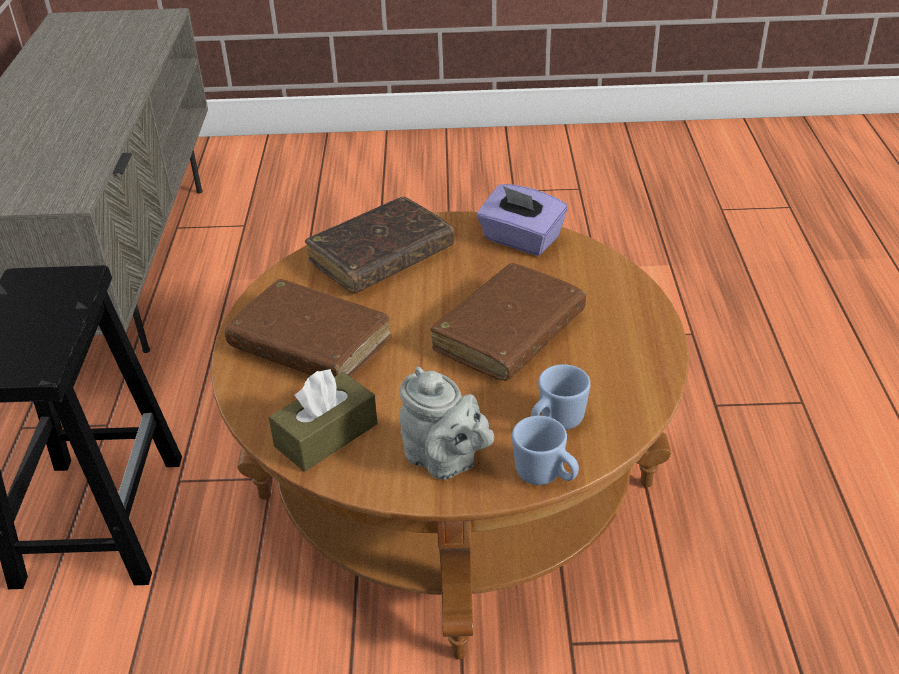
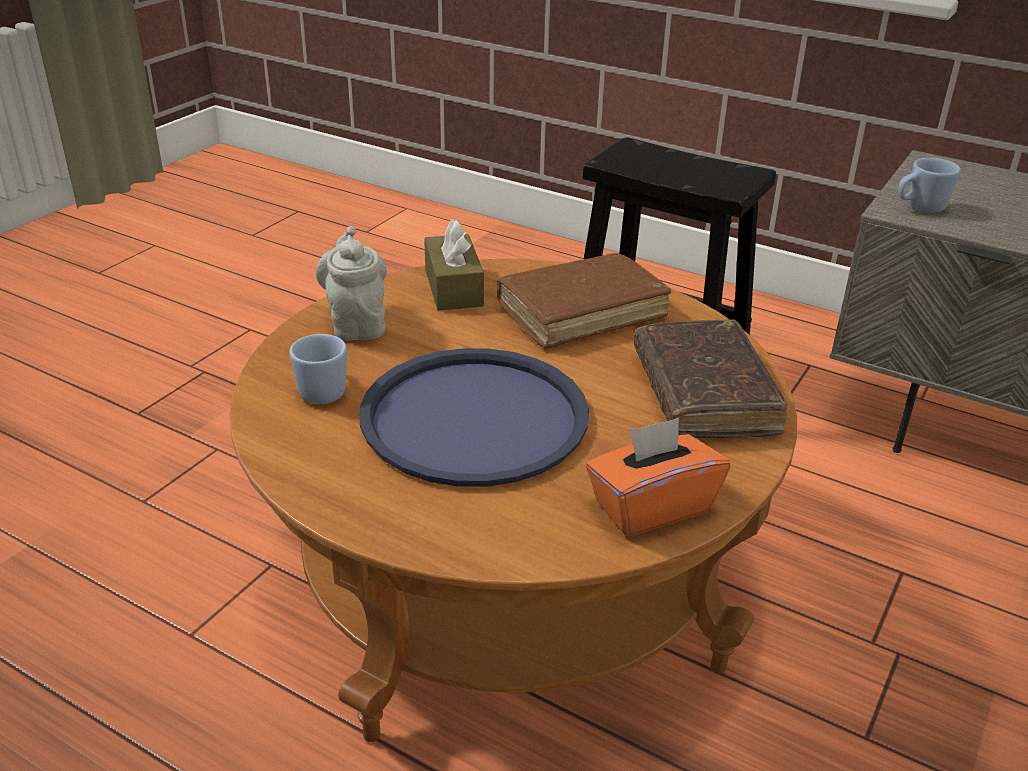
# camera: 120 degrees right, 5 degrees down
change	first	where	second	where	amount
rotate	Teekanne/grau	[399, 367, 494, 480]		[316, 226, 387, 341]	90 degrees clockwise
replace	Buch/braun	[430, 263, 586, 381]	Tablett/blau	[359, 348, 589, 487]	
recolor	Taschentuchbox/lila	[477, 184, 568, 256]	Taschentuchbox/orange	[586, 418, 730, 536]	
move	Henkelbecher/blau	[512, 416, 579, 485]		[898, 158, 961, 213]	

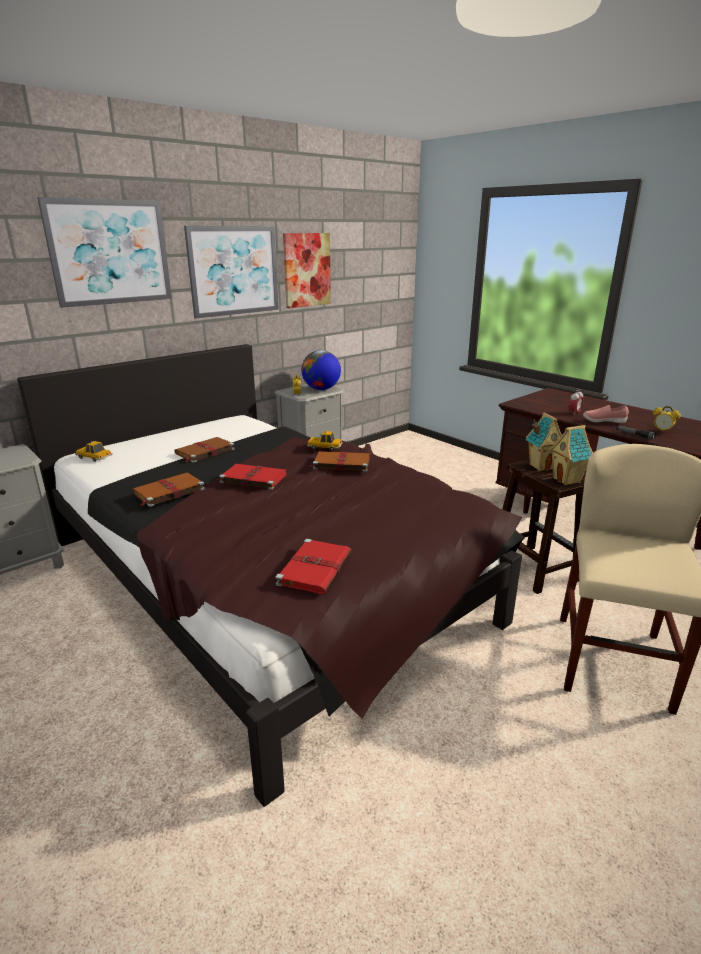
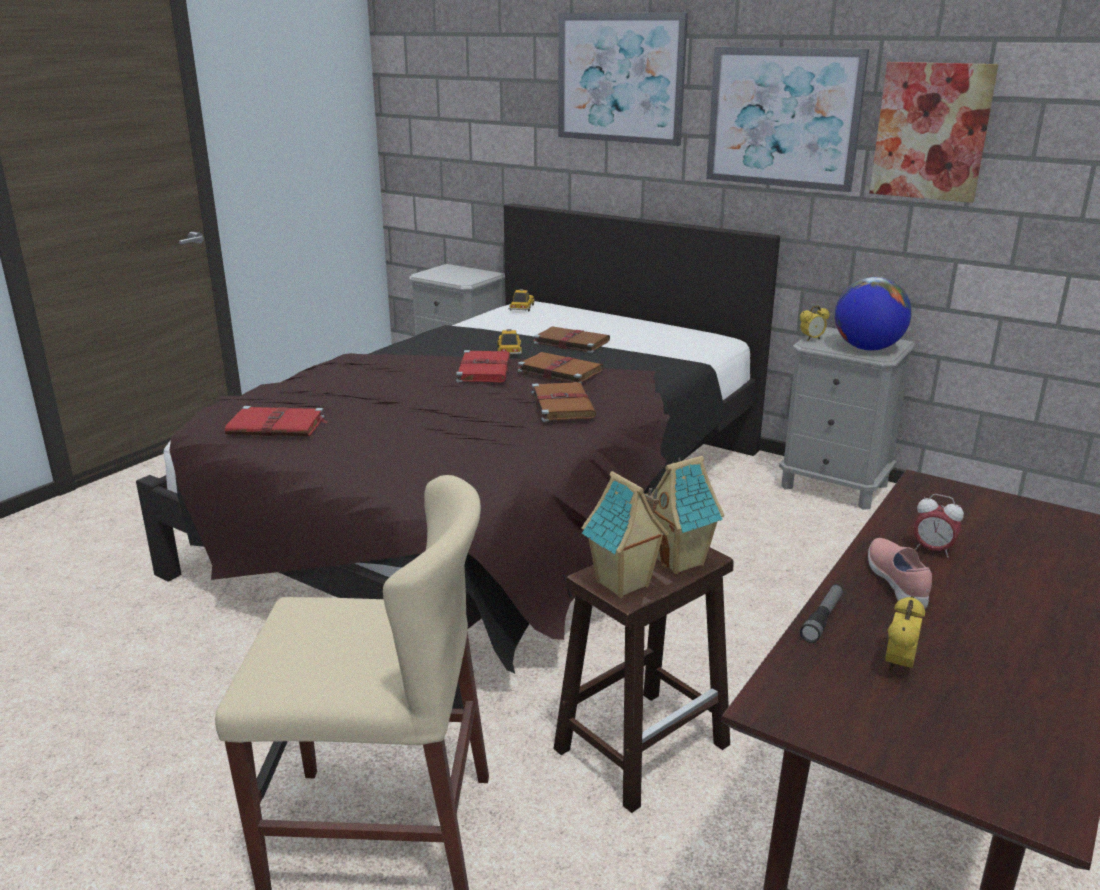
# camera: 75 degrees right, 0 degrees up
change	first	where	second	where	amount
move	Buch/braun	[132, 473, 205, 507]		[518, 352, 604, 384]	
move	Spielzeugauto	[307, 431, 343, 451]		[497, 329, 522, 355]	

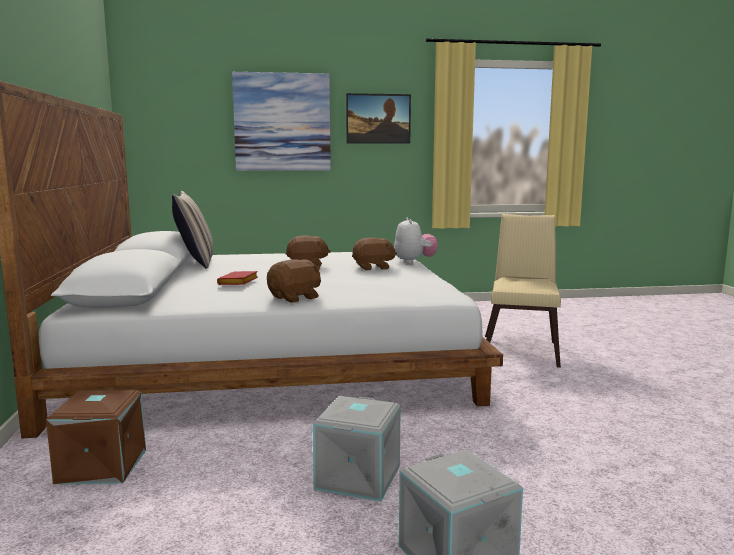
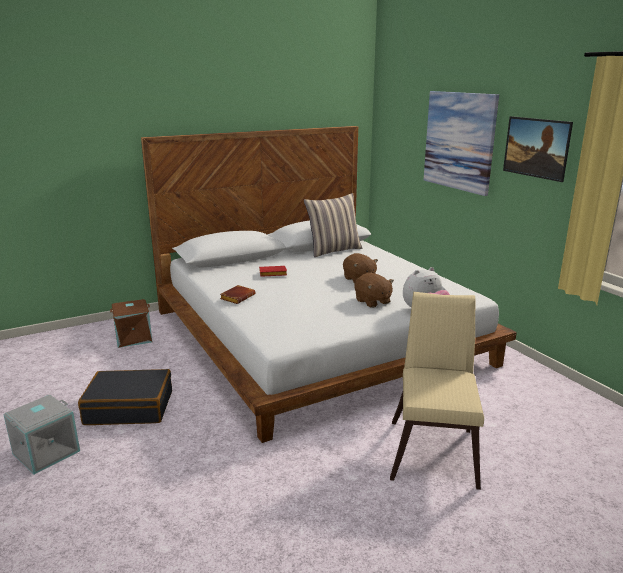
# camera: 70 degrees right, 10 degrees up
change	first	where	second	where	amount
replace	Plüschtier/braun	[267, 259, 321, 303]	Buch/braun	[220, 285, 255, 304]	
replace	Aufbewahrungsbox/grau	[312, 396, 401, 501]	Koffer/schwarz	[78, 369, 172, 425]	
rotate	Stuhl/beige	[485, 214, 561, 368]		[390, 292, 484, 490]	75 degrees counterclockwise

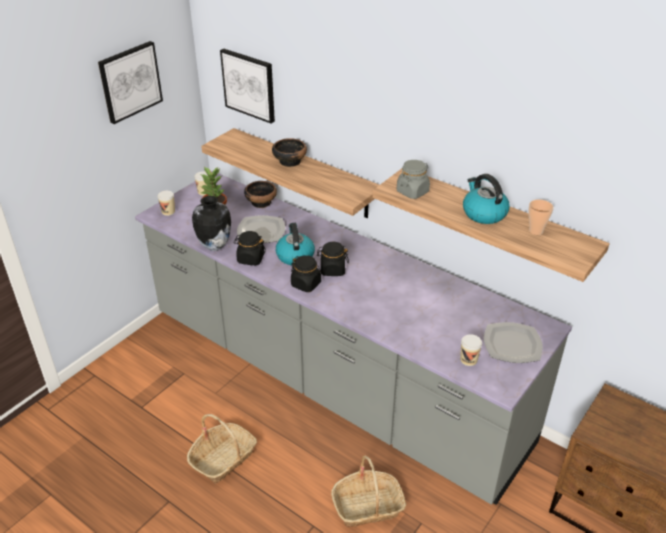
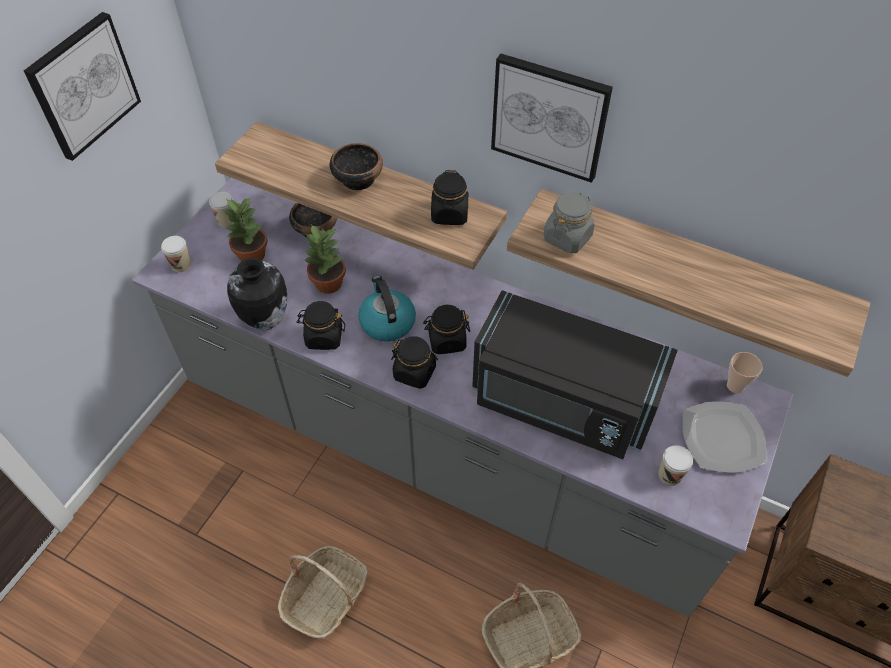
# camera: 10 degrees left, 15 degrees up
change	first	where	second	where	amount
move	Bild	[220, 49, 275, 123]		[491, 54, 613, 183]	
replace	Teller	[237, 215, 285, 243]	Topfpflanze	[304, 224, 346, 294]	
delete	Wasserkessel	[463, 174, 510, 224]			
move	Tasse	[528, 199, 554, 235]		[727, 352, 763, 393]	
insert			Vorratsglas/schwarz	[431, 170, 469, 225]	
insert			Mikrowelle/schwarz	[472, 290, 677, 459]	

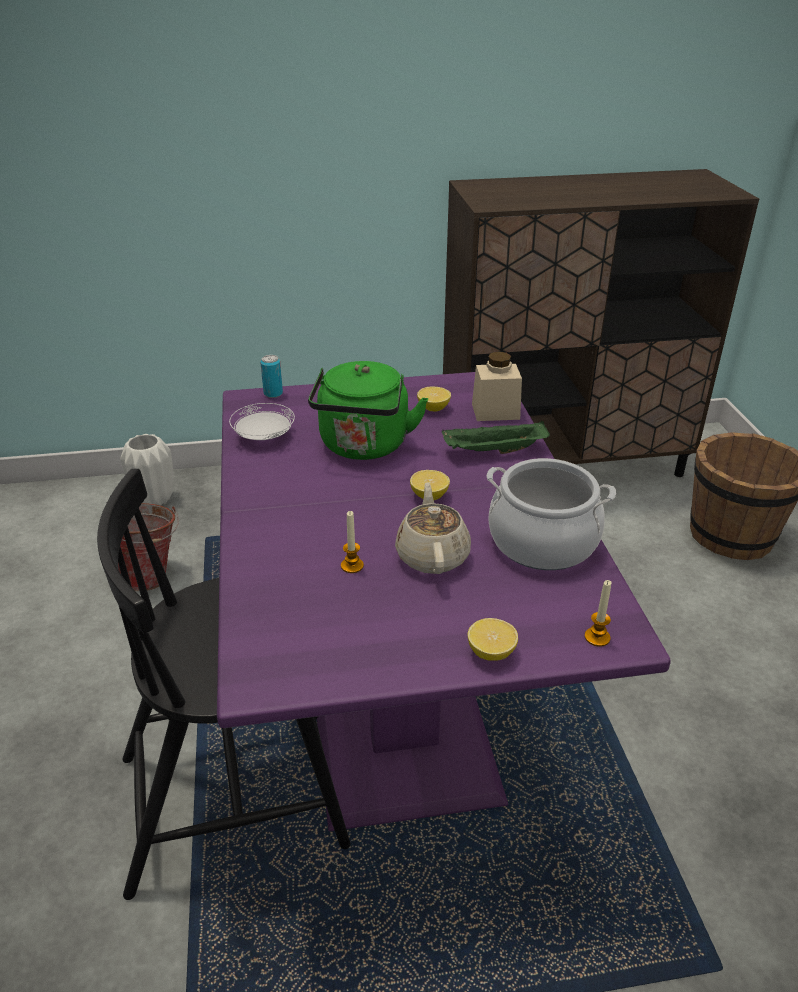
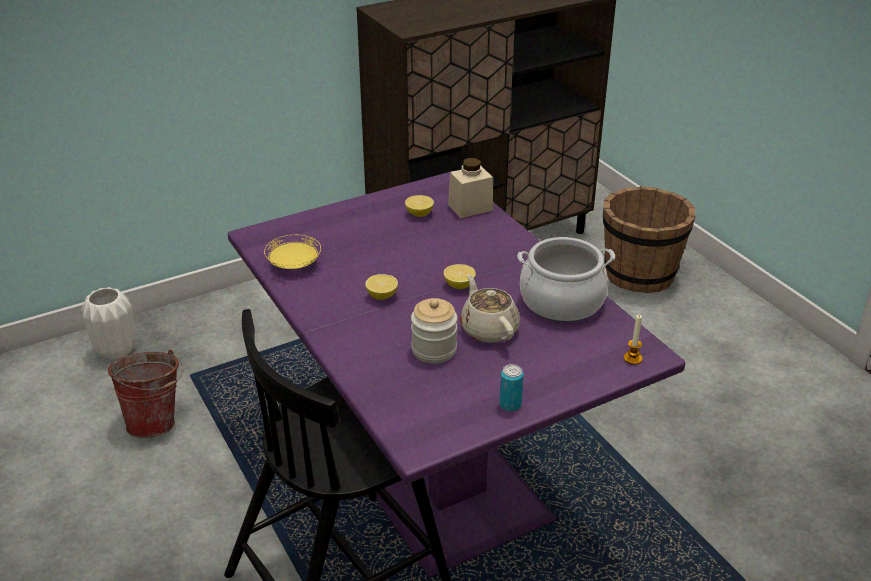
# camera: 20 degrees left, 0 degrees up
change	first	where	second	where	amount
recolor	Teller/weiß	[229, 403, 295, 440]	Teller/gelb	[264, 235, 321, 269]	
move	Dose	[260, 355, 283, 398]		[500, 364, 524, 412]	
delete	Wasserkessel/grün	[308, 361, 428, 460]			
replace	Kerze	[341, 511, 364, 573]	Vorratsglas	[411, 298, 458, 363]	
delete	Tablett/grün	[442, 421, 550, 454]			
move	Zitrone	[468, 618, 518, 661]		[365, 274, 398, 300]	

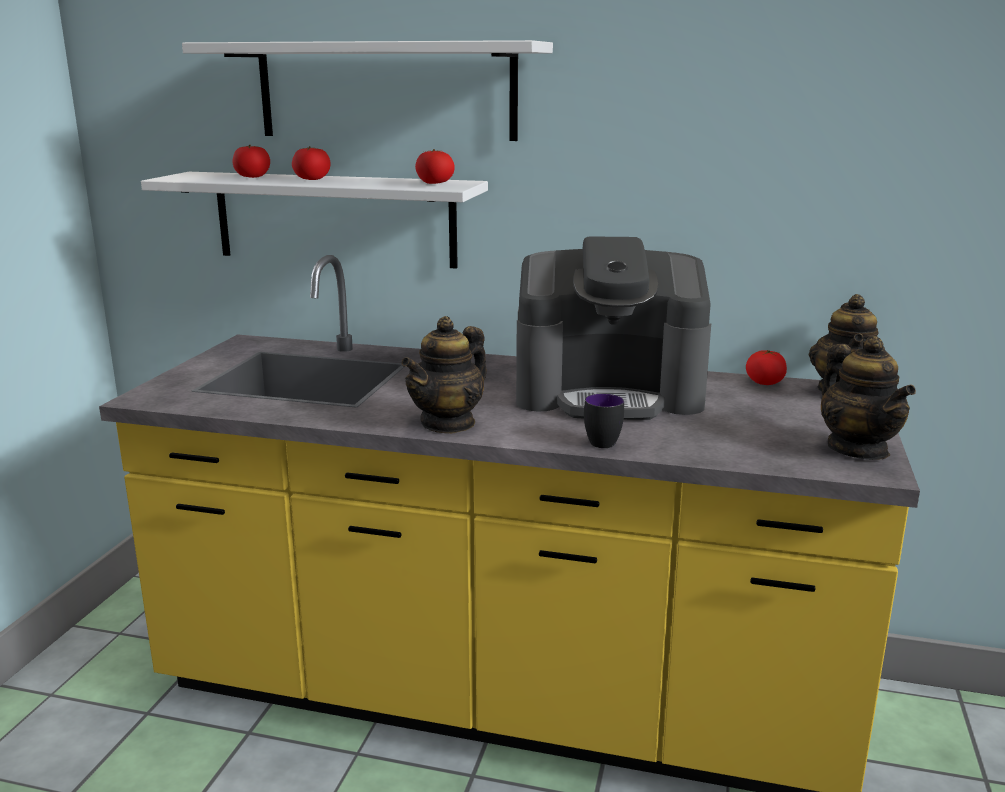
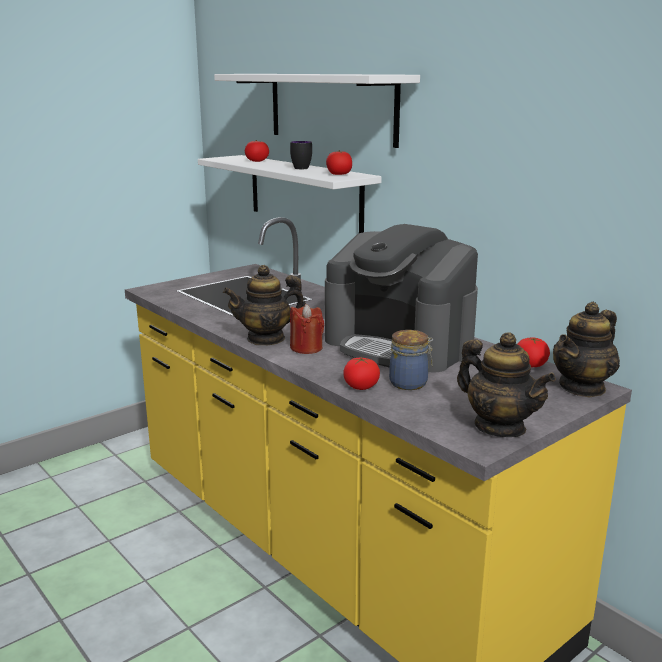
# camera: 35 degrees right, 0 degrees up
change	first	where	second	where	amount
move	Tomate	[292, 146, 330, 180]		[343, 357, 380, 390]	
move	Henkelbecher	[584, 394, 624, 448]		[290, 141, 312, 169]	
rotate	Teekanne	[821, 336, 916, 460]		[457, 332, 556, 437]	60 degrees counterclockwise
insert			Kerze/rot	[290, 304, 324, 354]	
insert			Vorratsglas	[389, 330, 433, 390]	

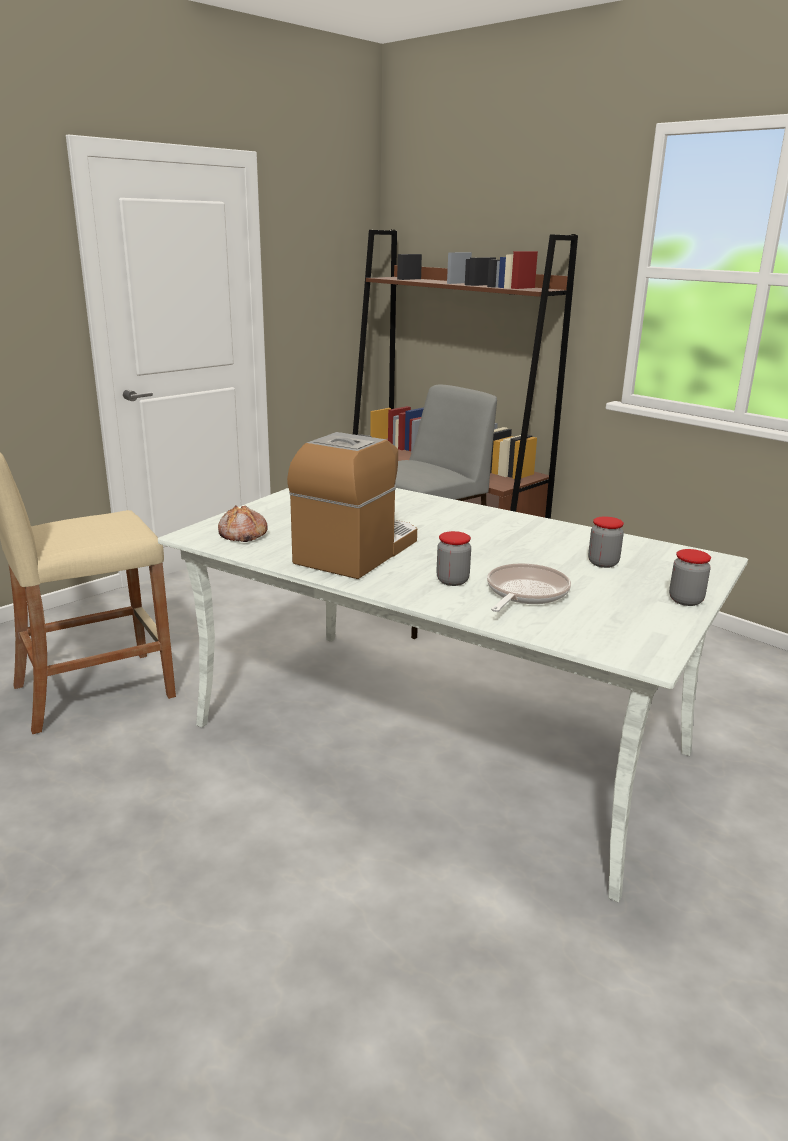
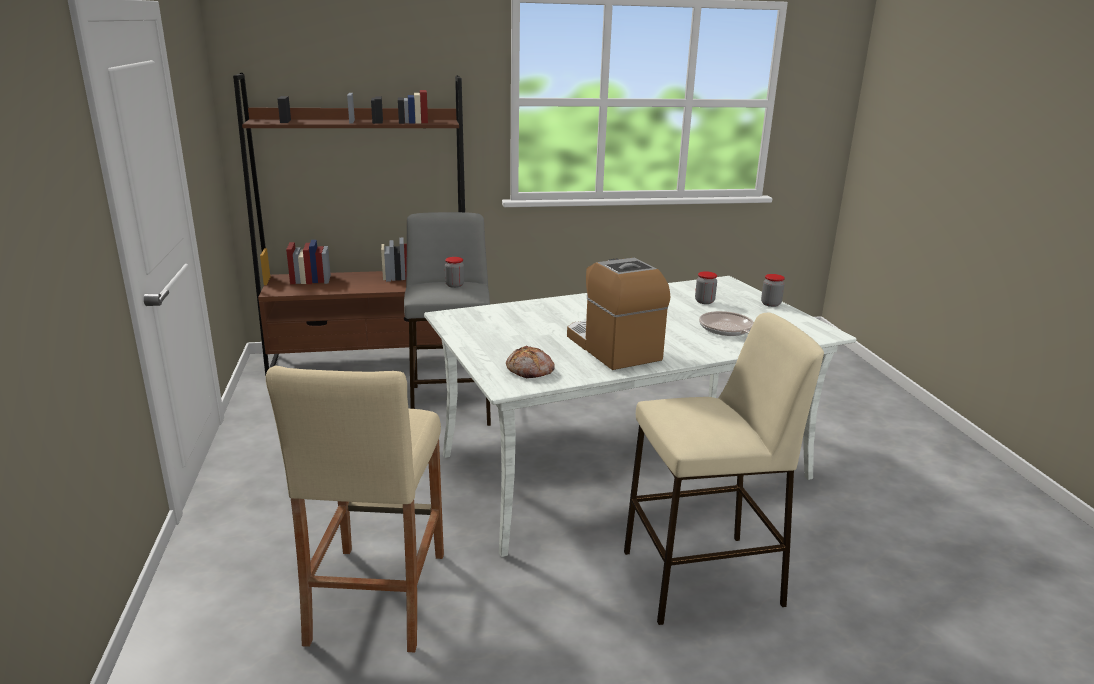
# camera: 55 degrees left, 0 degrees up
change	first	where	second	where	amount
move	Vorratsglas	[437, 531, 471, 586]		[445, 257, 464, 288]	
insert			Hocker/beige	[624, 313, 824, 625]	

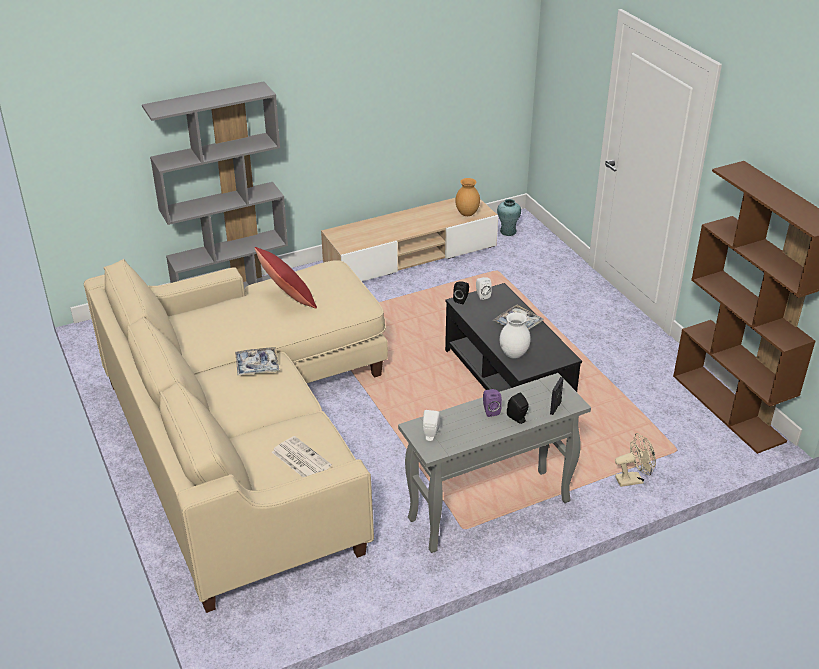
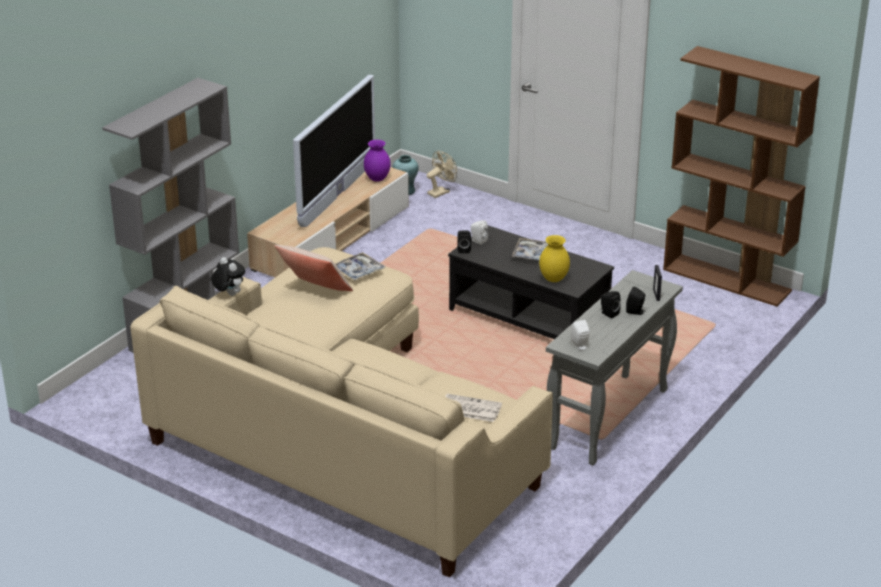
# camera: 30 degrees left, 5 degrees down
change	first	where	second	where	amount
move	Tablett	[235, 347, 279, 375]		[335, 252, 385, 280]	
recolor	Kissen/rot	[254, 247, 317, 308]	Kissen/beige	[274, 245, 353, 291]	
recolor	Vase/braun	[455, 178, 480, 216]	Vase/lila	[364, 140, 391, 182]	
recolor	Lautsprecher/lila	[483, 389, 502, 417]	Lautsprecher/schwarz	[601, 291, 621, 319]	
recolor	Vase/weiß	[500, 312, 531, 359]	Vase/gelb	[539, 235, 570, 282]	
move	Ventilator/beige	[615, 433, 656, 487]		[427, 151, 457, 198]	
insert			Plüschtier	[211, 257, 245, 296]	
insert			Fernseher	[293, 75, 375, 227]	

